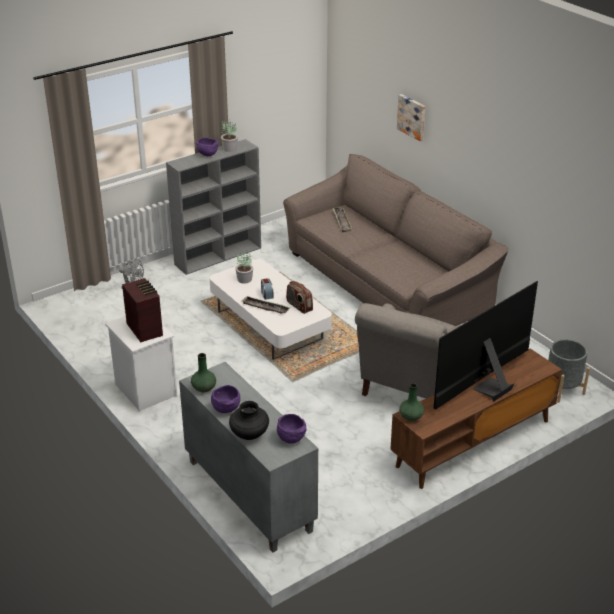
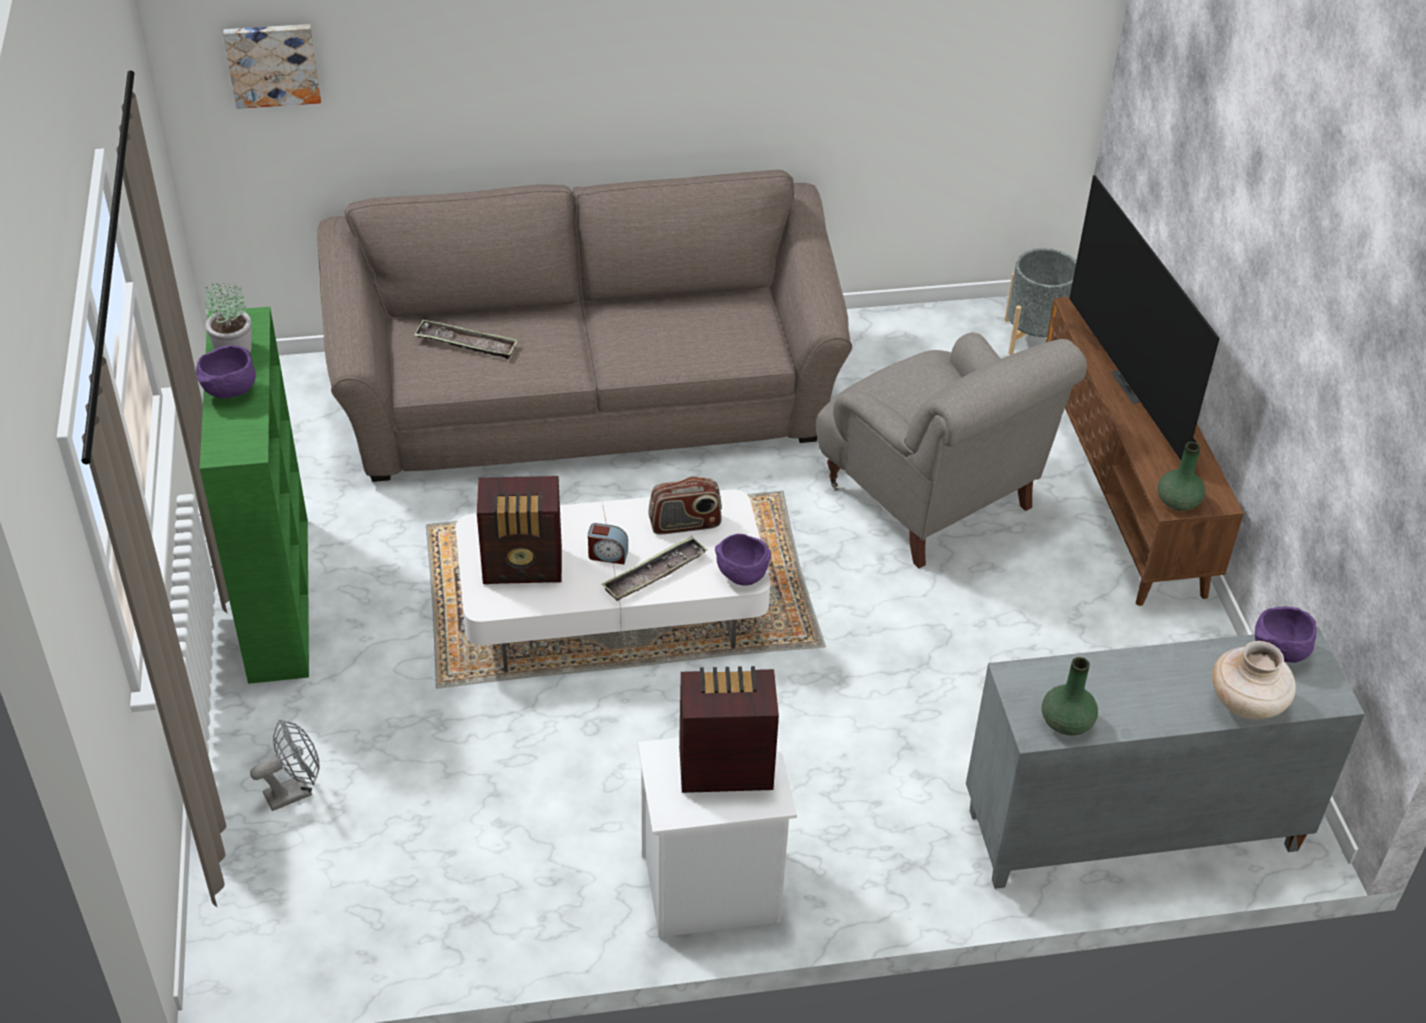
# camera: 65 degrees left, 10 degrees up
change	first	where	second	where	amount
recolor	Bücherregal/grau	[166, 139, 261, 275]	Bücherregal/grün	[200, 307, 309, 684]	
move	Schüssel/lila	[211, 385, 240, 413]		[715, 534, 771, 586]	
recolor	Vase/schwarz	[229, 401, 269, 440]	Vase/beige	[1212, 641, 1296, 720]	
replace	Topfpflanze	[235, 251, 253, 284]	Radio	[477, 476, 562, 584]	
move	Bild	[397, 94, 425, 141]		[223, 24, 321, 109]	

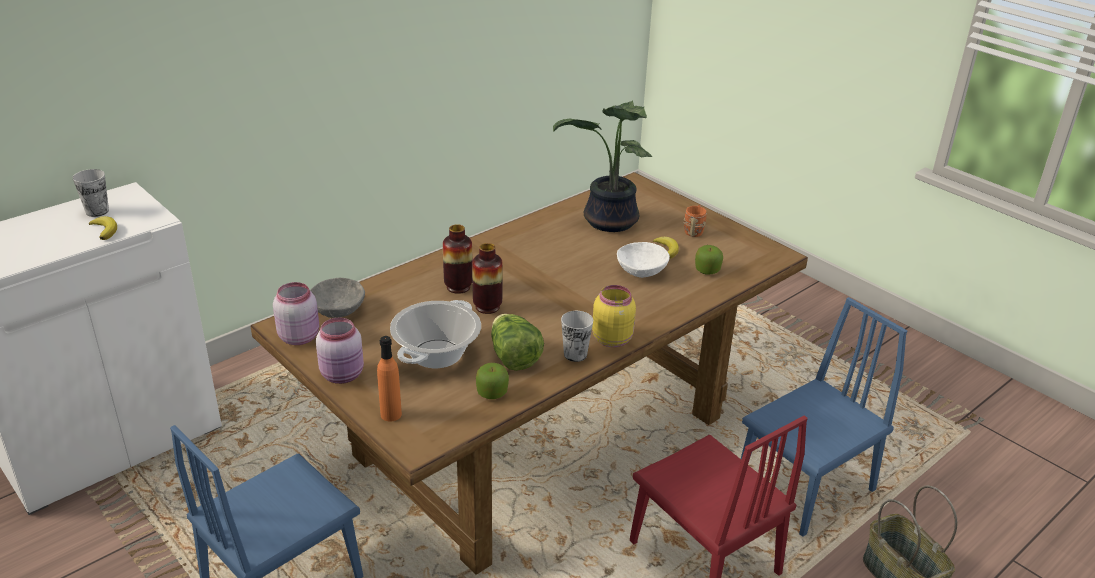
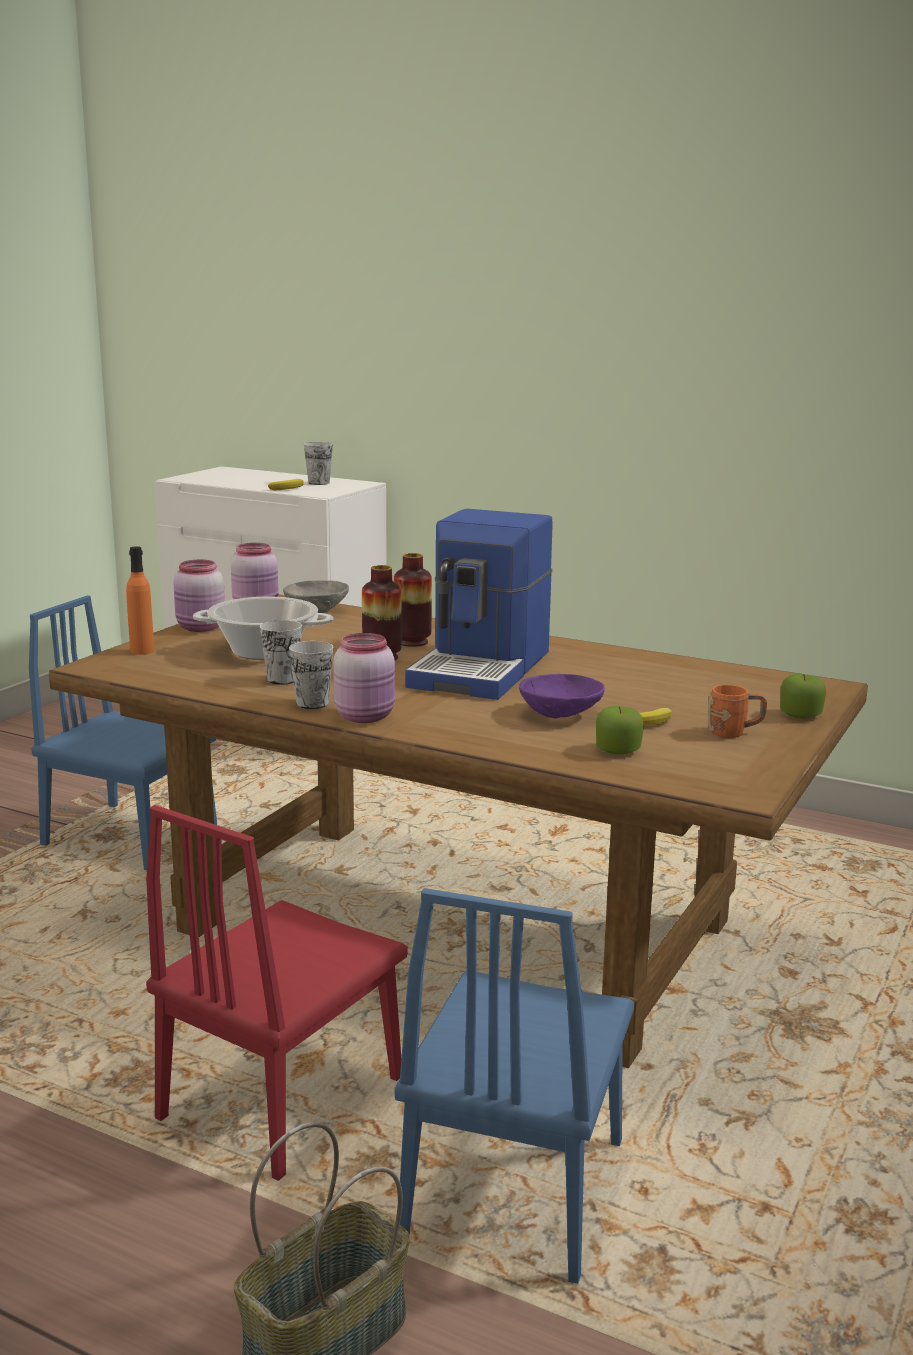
# camera: 70 degrees right, 15 degrees down
change	first	where	second	where	amount
move	Apfel	[476, 363, 509, 399]		[780, 674, 826, 718]	
replace	Salatkopf	[491, 314, 544, 371]	Tasse	[260, 620, 302, 685]	
delete	Topfpflanze	[553, 100, 652, 232]			
recolor	Vorratsglas/gelb	[592, 285, 636, 347]	Vorratsglas/rosa	[333, 633, 395, 723]	
recolor	Schüssel/weiß	[617, 242, 670, 278]	Schüssel/lila	[519, 674, 605, 719]	
rotate	Stuhl/blau	[741, 297, 907, 537]		[394, 888, 634, 1284]	75 degrees clockwise
insert			Kaffeemaschine	[405, 509, 553, 700]	

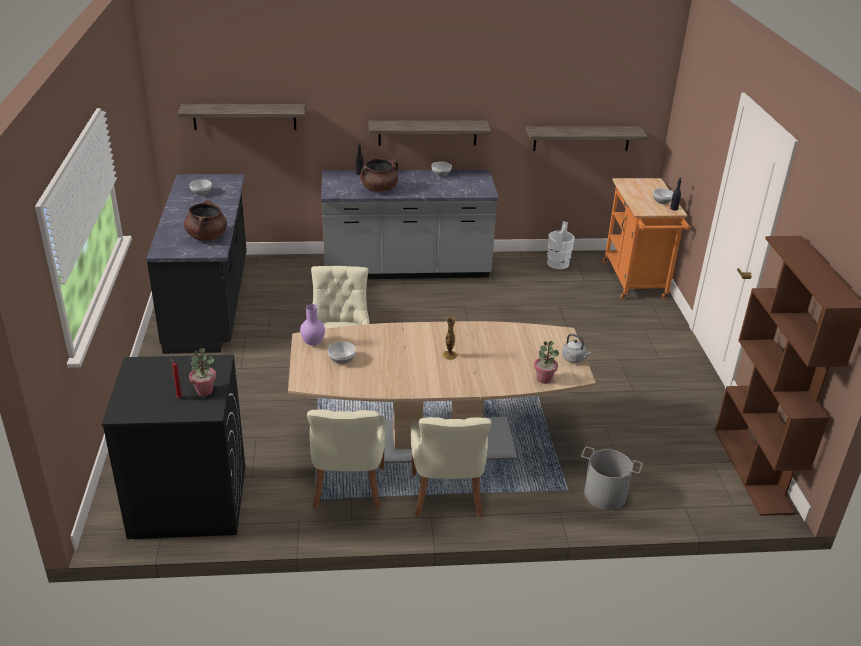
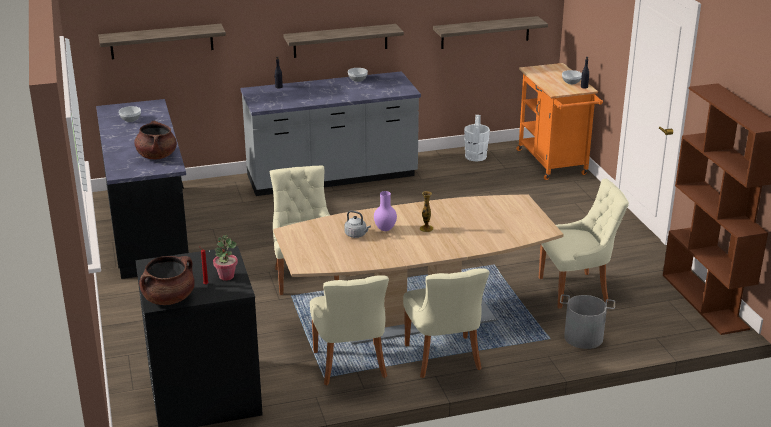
# camera: 10 degrees left, 5 degrees down
change	first	where	second	where	amount
move	Vase/lila	[300, 304, 325, 346]		[374, 191, 397, 231]	
delete	Schüssel	[328, 341, 356, 364]			
move	Kochtopf/braun	[360, 158, 398, 192]		[139, 256, 195, 305]	
delete	Topfpflanze	[534, 341, 559, 384]			
move	Wasserkessel/grau	[562, 334, 591, 363]		[345, 211, 371, 238]	
insert			Stuhl/beige	[539, 179, 629, 309]	

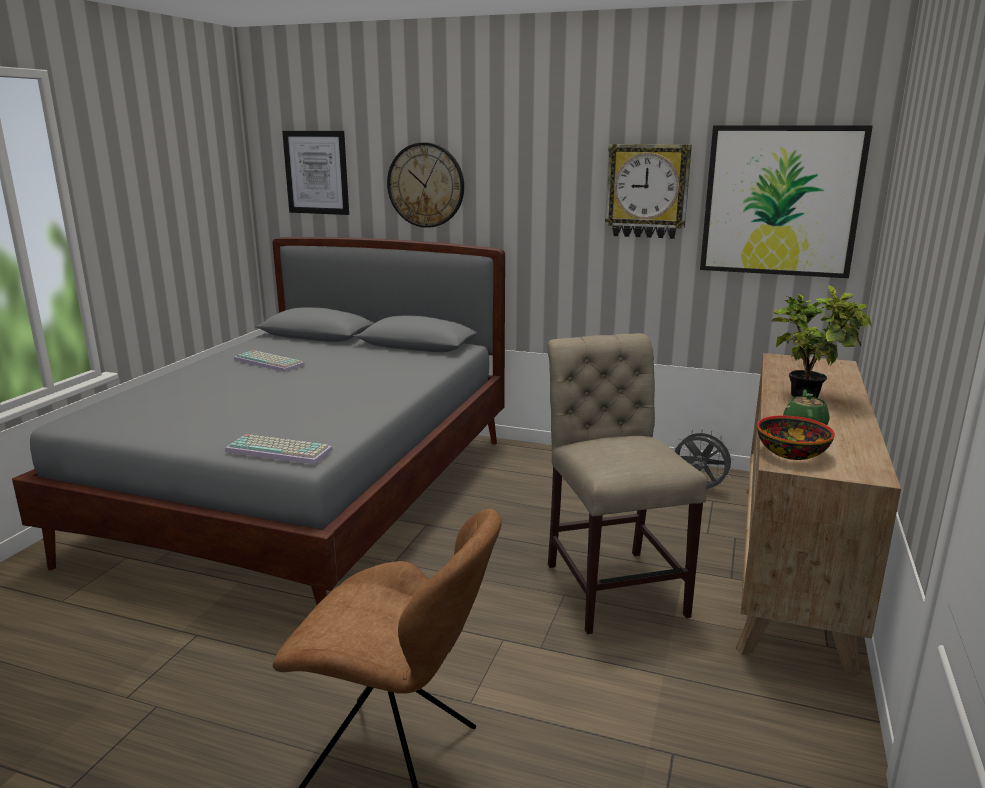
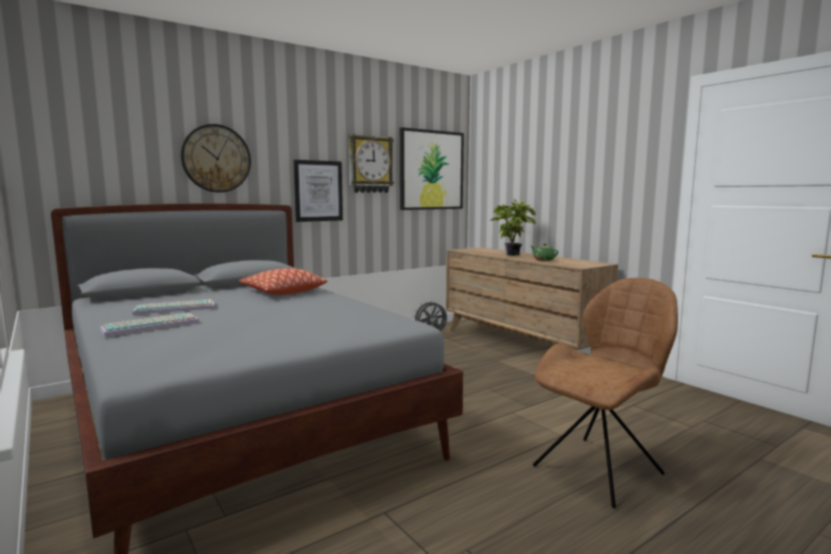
# camera: 55 degrees left, 10 degrees down
change	first	where	second	where	amount
move	Tastatur	[225, 434, 333, 464]		[100, 313, 199, 337]	
move	Bild	[282, 131, 349, 215]		[293, 160, 343, 222]	
delete	Stuhl/beige	[547, 333, 708, 634]			
delete	Schüssel	[757, 415, 835, 460]			
insert			Kissen	[239, 268, 327, 295]	

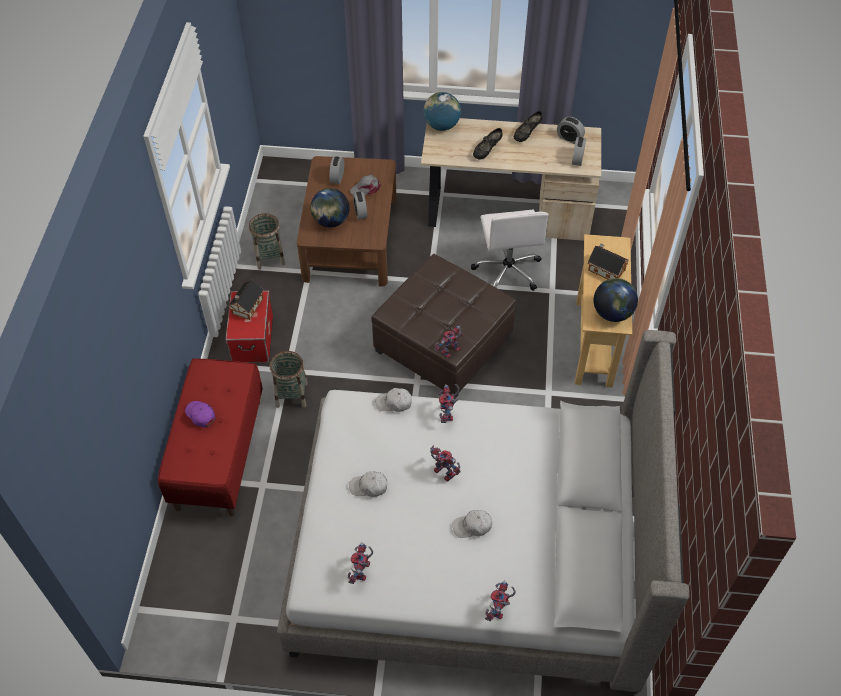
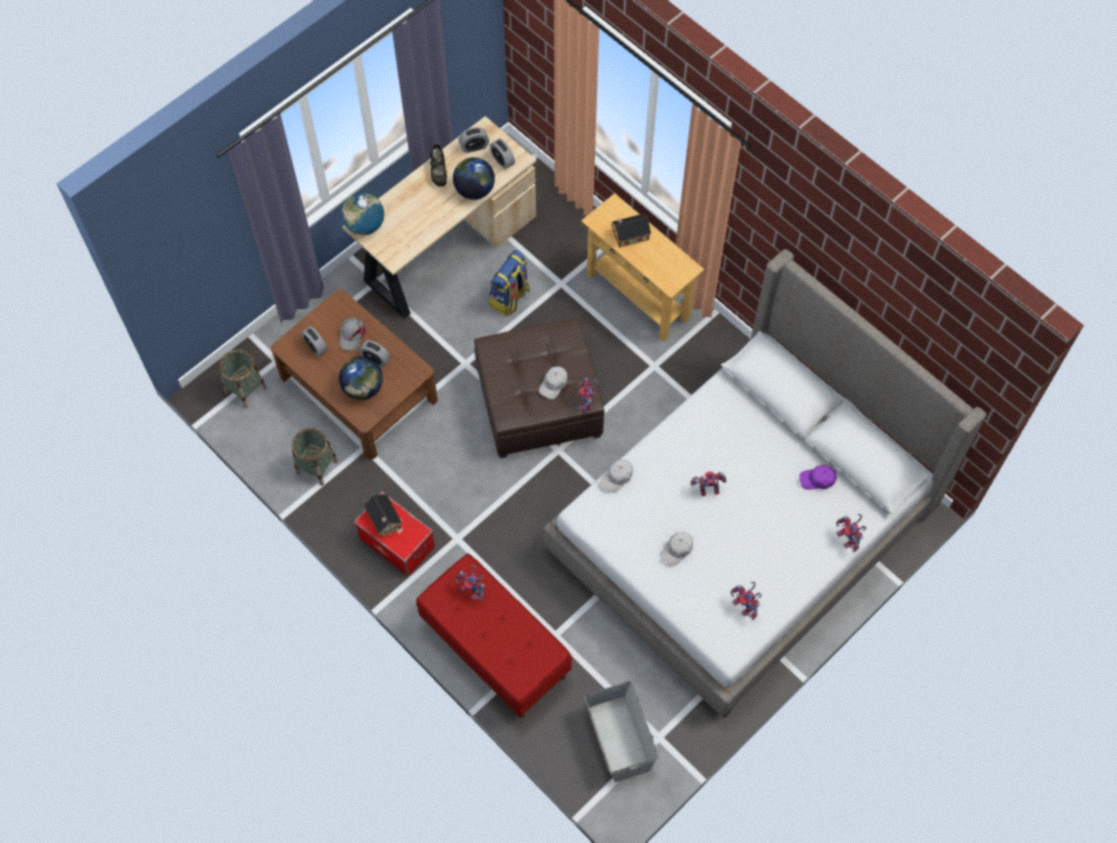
# camera: 50 degrees left, 10 degrees up
change	first	where	second	where	amount
move	Kappe/lila	[185, 401, 215, 428]		[799, 465, 837, 490]	
move	Korb	[270, 351, 308, 408]		[219, 349, 267, 408]	
move	Spielzeugroboter	[439, 384, 460, 423]		[456, 565, 485, 602]	
move	Kappe/weiß	[452, 510, 492, 538]		[539, 366, 568, 399]	
replace	Bürostuhl/weiß	[471, 210, 549, 291]	Rucksack	[489, 250, 530, 316]	
delete	Schuh/schwarz	[473, 128, 503, 160]			
move	Globus	[594, 278, 638, 322]		[453, 157, 495, 200]	
insert			Aufbewahrungsbox/grau	[584, 681, 658, 782]	

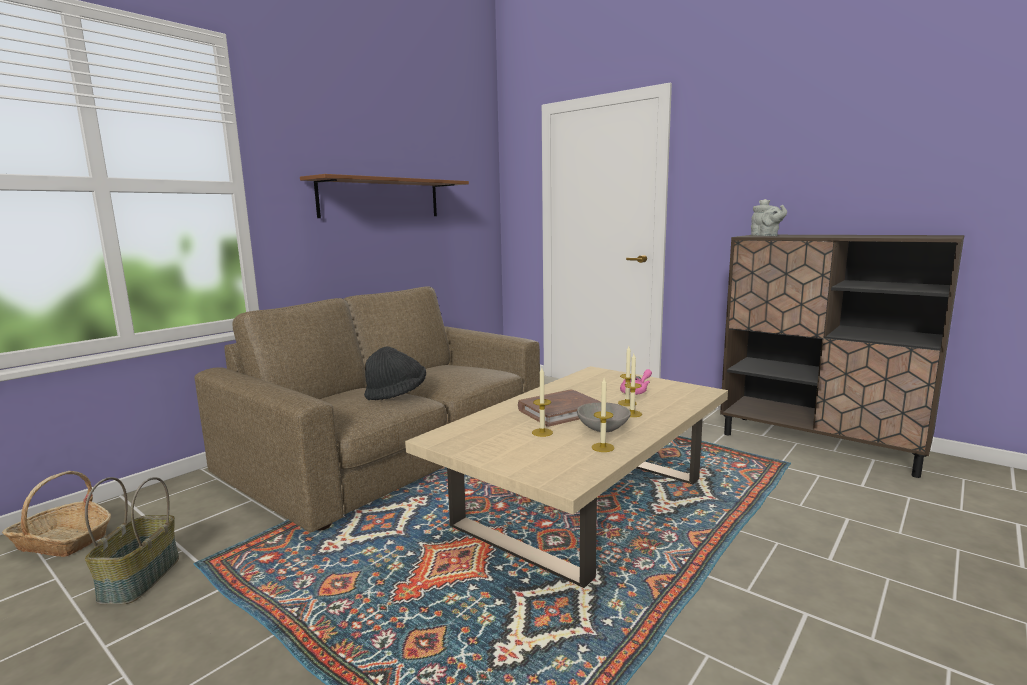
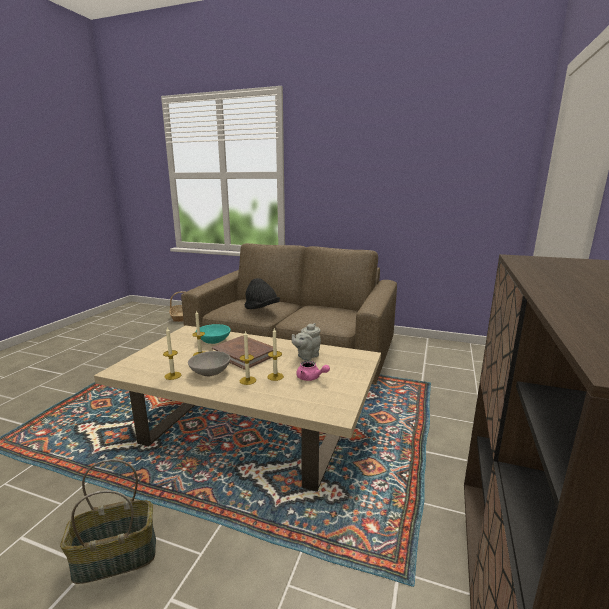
# camera: 70 degrees right, 5 degrees up
change	first	where	second	where	amount
move	Korb	[85, 477, 179, 604]		[60, 459, 156, 584]	
delete	Wandregal/braun	[300, 174, 469, 218]			
move	Teekanne/grau	[751, 199, 787, 236]		[292, 323, 321, 361]	
insert			Schüssel/türkis	[196, 324, 231, 344]	

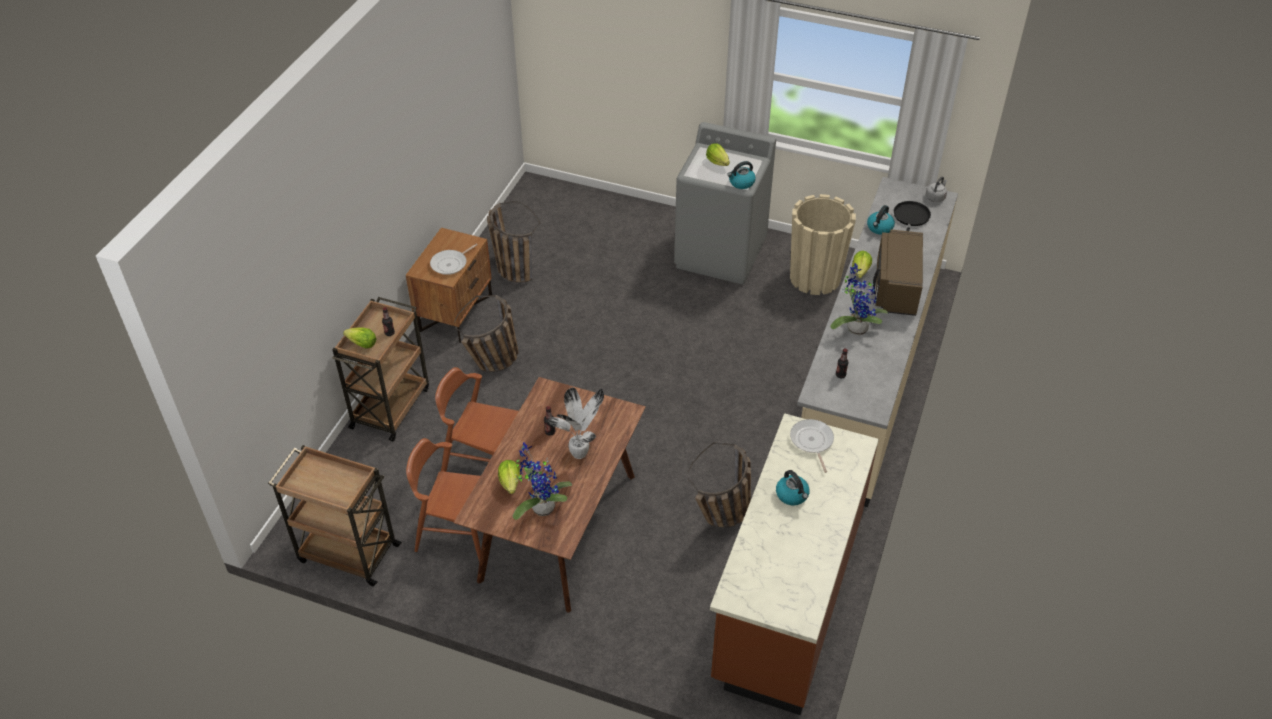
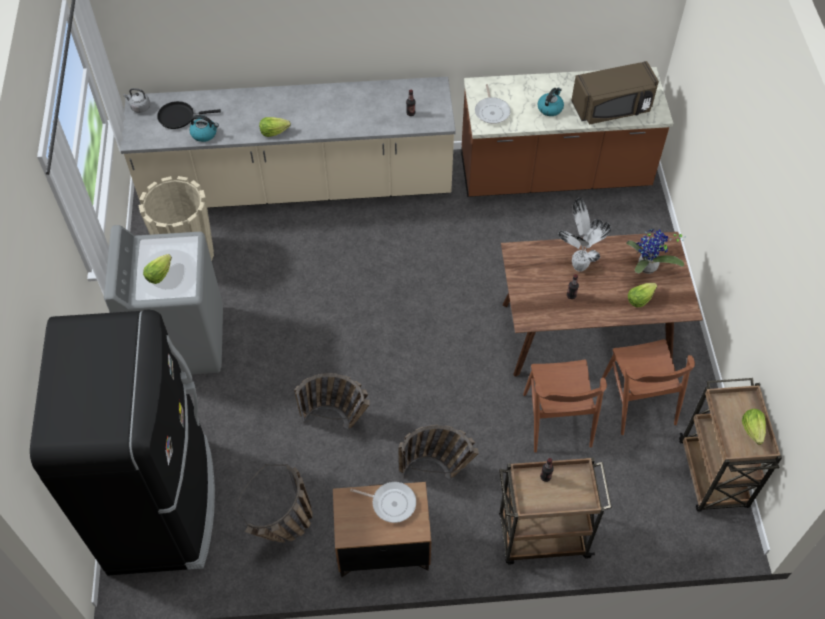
# camera: 115 degrees left, 10 degrees up
change	first	where	second	where	amount
move	Salatkopf	[343, 328, 376, 349]		[742, 409, 766, 445]	
move	Korb	[688, 442, 751, 528]		[294, 373, 370, 430]	
delete	Wasserkessel	[727, 161, 756, 189]			
rotate	Pfanne	[790, 419, 834, 473]		[475, 84, 511, 124]	60 degrees counterclockwise
delete	Topfpflanze	[830, 263, 888, 335]			
move	Mikrowelle/braun	[873, 230, 923, 316]		[571, 61, 659, 125]	
insert			Kühlschrank/schwarz	[30, 310, 215, 576]	

